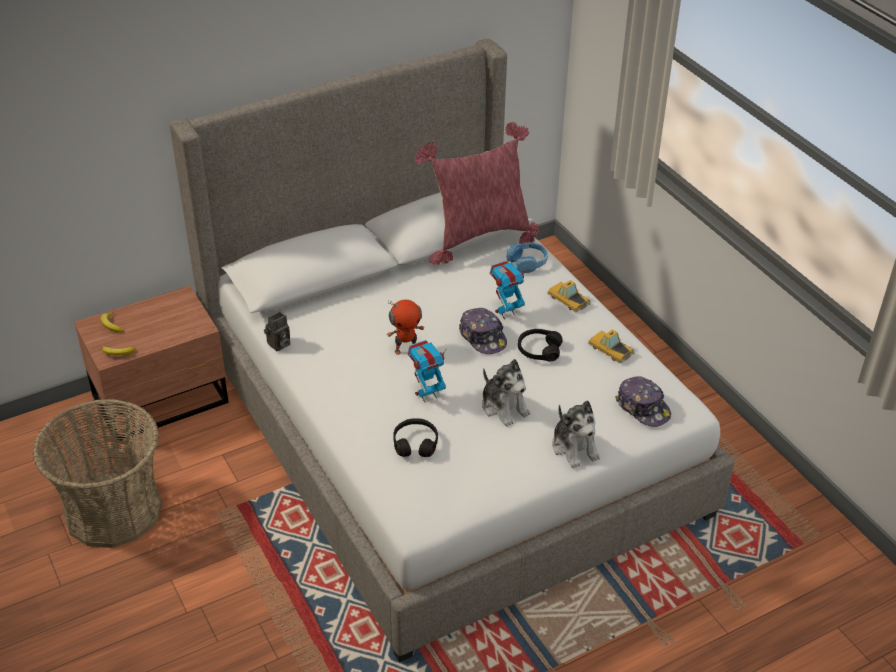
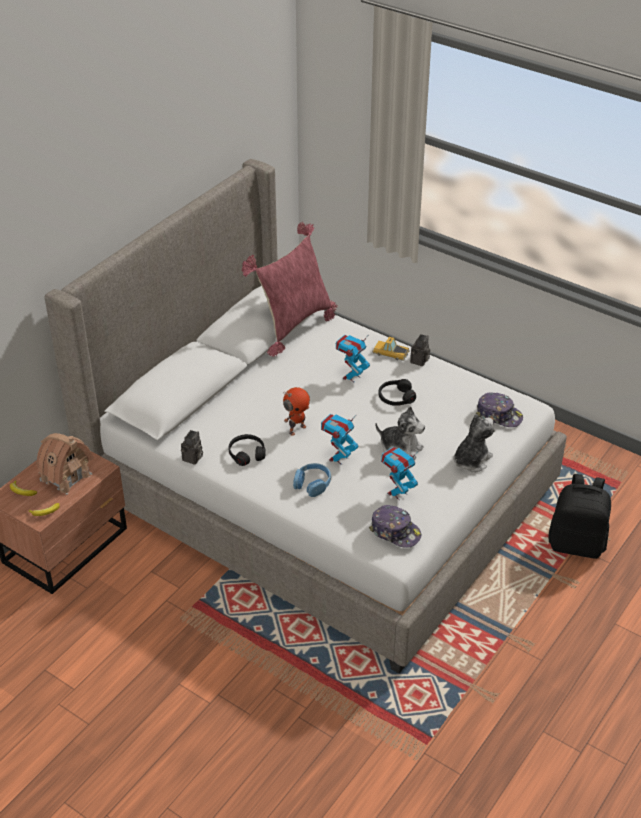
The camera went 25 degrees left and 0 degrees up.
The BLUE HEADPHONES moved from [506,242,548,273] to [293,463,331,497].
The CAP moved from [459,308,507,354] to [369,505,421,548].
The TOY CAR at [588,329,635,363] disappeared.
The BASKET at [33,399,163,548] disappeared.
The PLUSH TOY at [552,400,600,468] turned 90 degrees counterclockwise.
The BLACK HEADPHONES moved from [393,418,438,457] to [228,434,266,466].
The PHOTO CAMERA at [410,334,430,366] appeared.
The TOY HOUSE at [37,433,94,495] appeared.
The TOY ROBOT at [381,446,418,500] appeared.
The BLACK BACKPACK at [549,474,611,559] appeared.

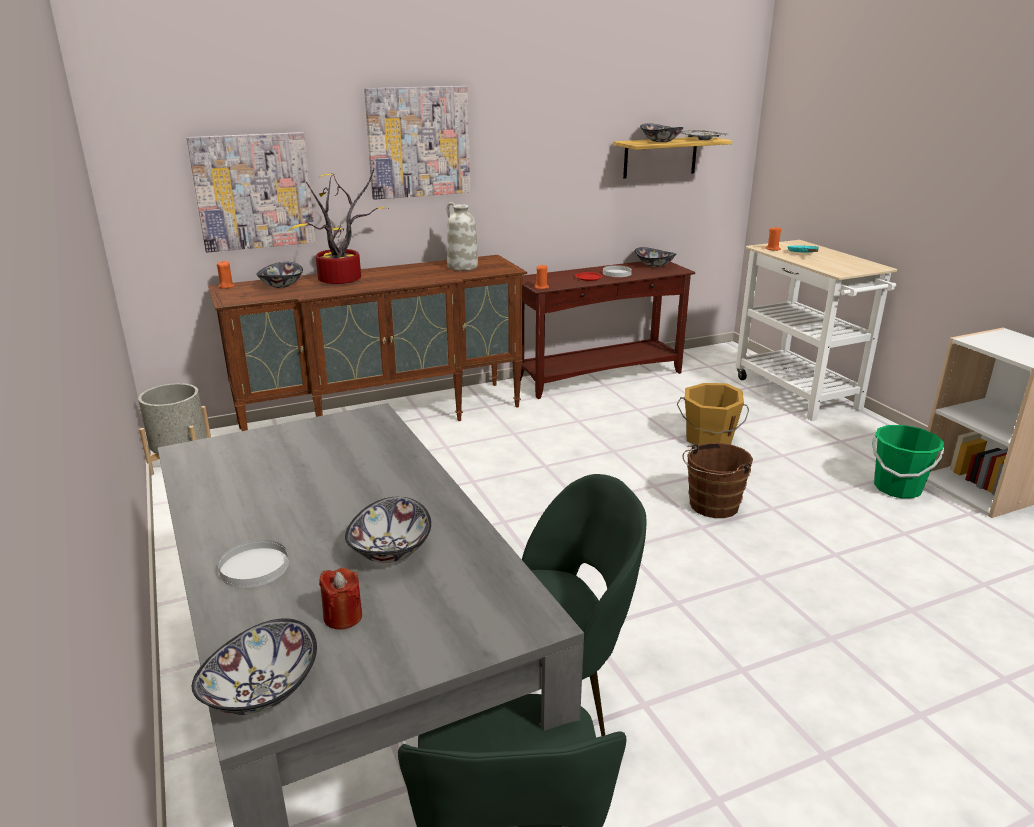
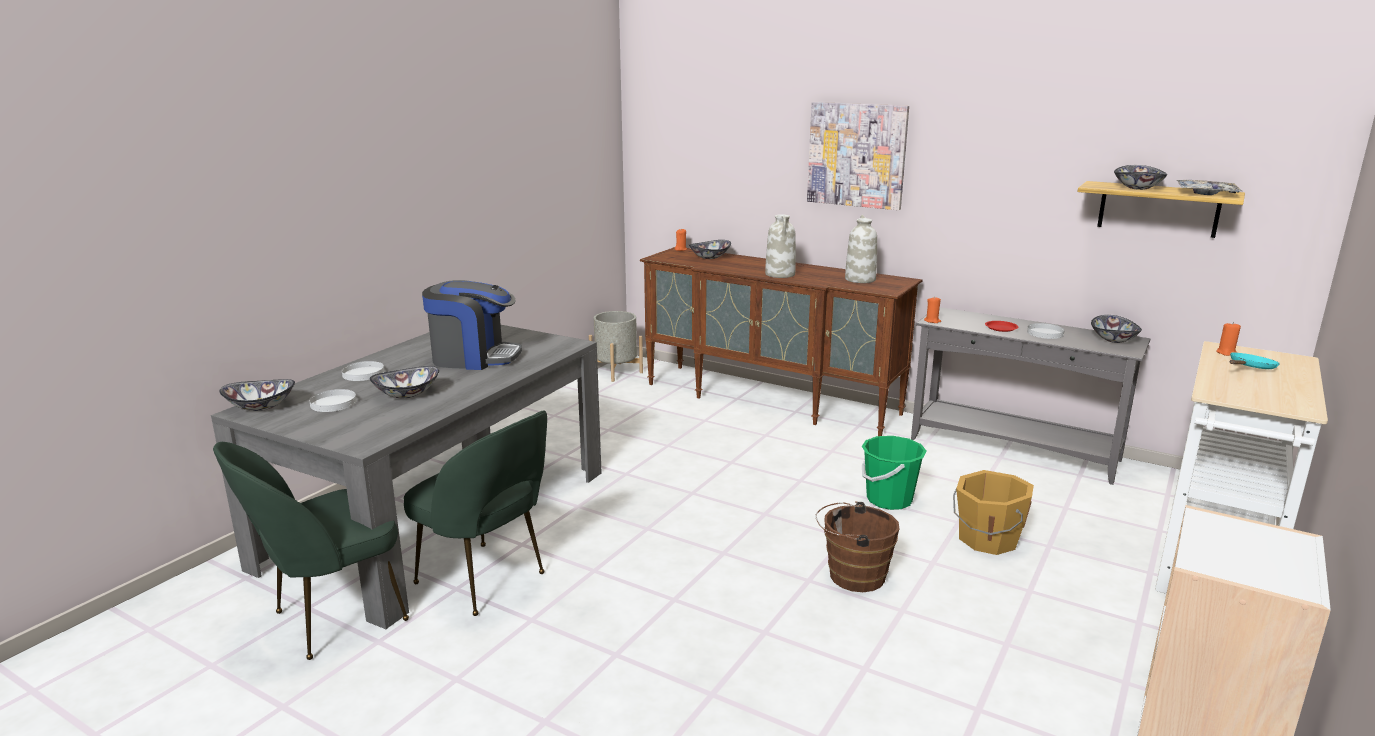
The camera went 55 degrees right and 5 degrees down.
The PICTURE at [186,132,316,253] disappeared.
The POTTED PLANT at [287,169,388,284] disappeared.
The BROWN CONSOLE TABLE at [521,262,695,399] became the GREY CONSOLE TABLE at [911,307,1150,485].
The GREEN BUCKET moved from [872,425,944,498] to [862,436,927,510].
The RED CANDLE at [319,568,362,630] was replaced by the WHITE PLATE at [309,389,357,412].
The WHITE VASE at [765,214,796,278] appeared.
The COFFEE MACHINE at [422,280,522,370] appeared.

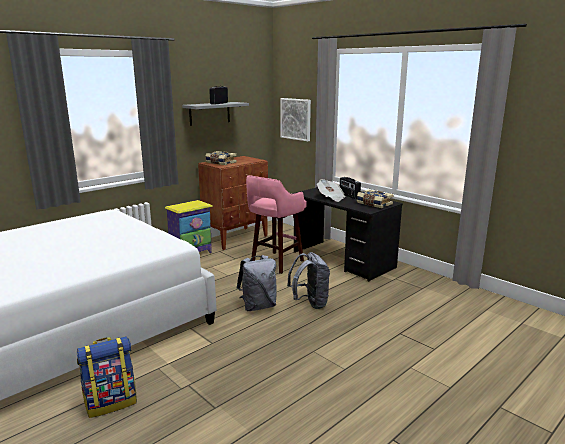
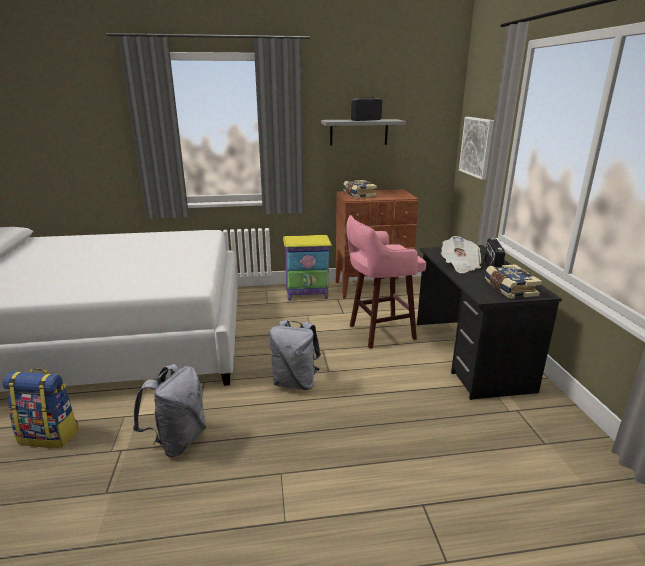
The camera went 35 degrees right and 5 degrees up.
The GREY BACKPACK moved from [287,252,330,309] to [133,364,206,457].

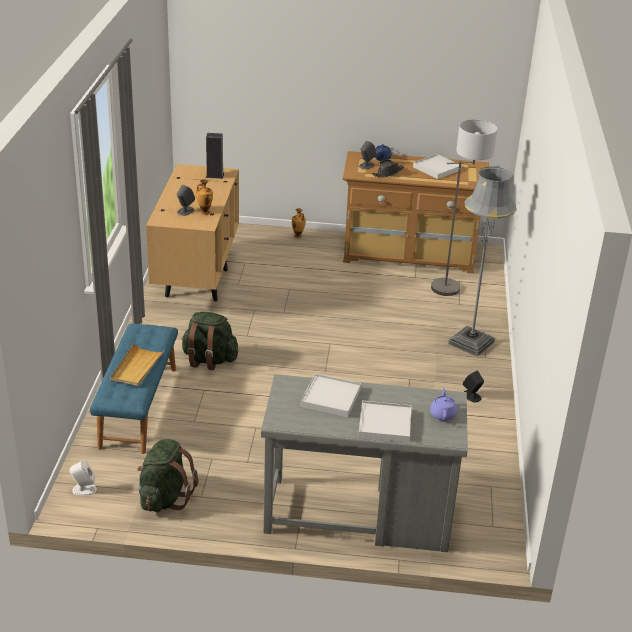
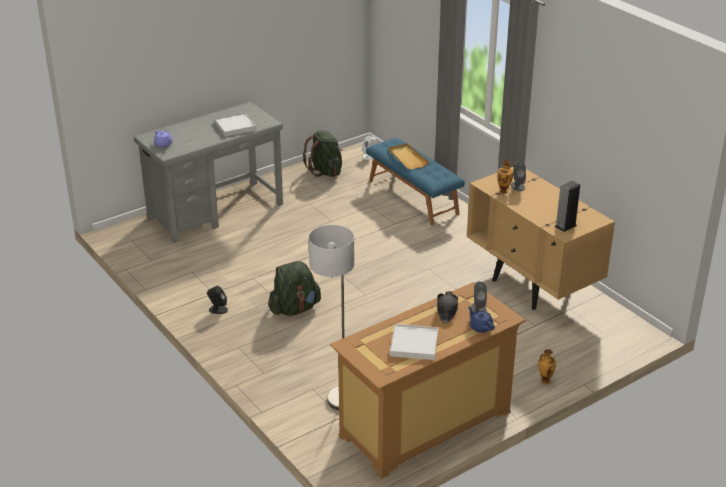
The camera went 140 degrees right and 0 degrees up.
The GREY FLOOR LAMP at [448,167,517,357] disappeared.
The GREEN BACKPACK moved from [182,312,238,370] to [268,261,321,316].
The WHITE TRAY at [358,401,412,442] disappeared.

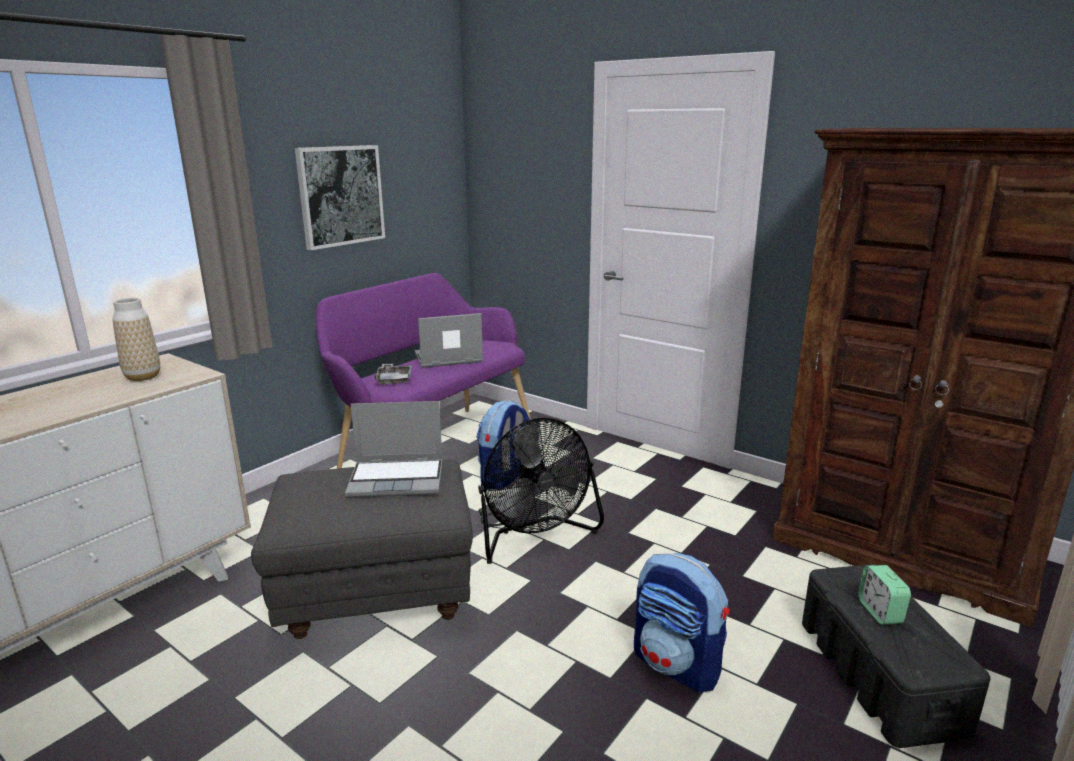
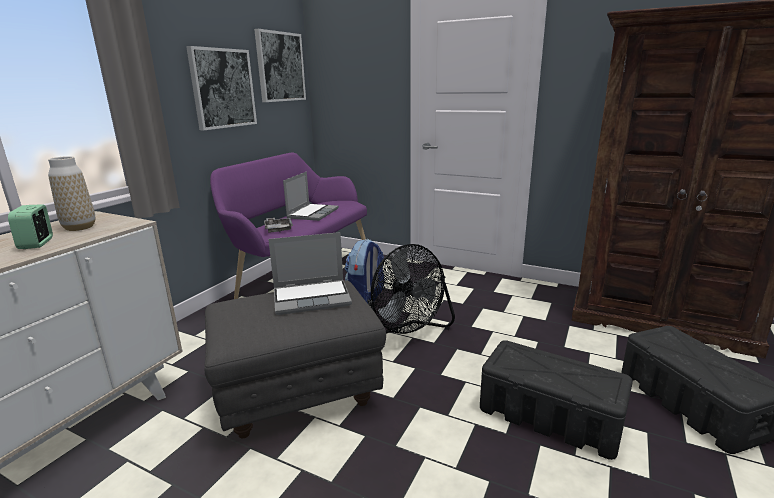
The camera went 10 degrees left and 0 degrees up.
The LAPTOP at [415,313,483,368] turned 135 degrees clockwise.
The BACKPACK at [634,553,730,693] was replaced by the BLACK STORAGE BOX at [480,340,633,460].
The ALARM CLOCK moved from [858,565,911,625] to [8,204,53,249].
The PICTURE at [254,29,306,102] appeared.

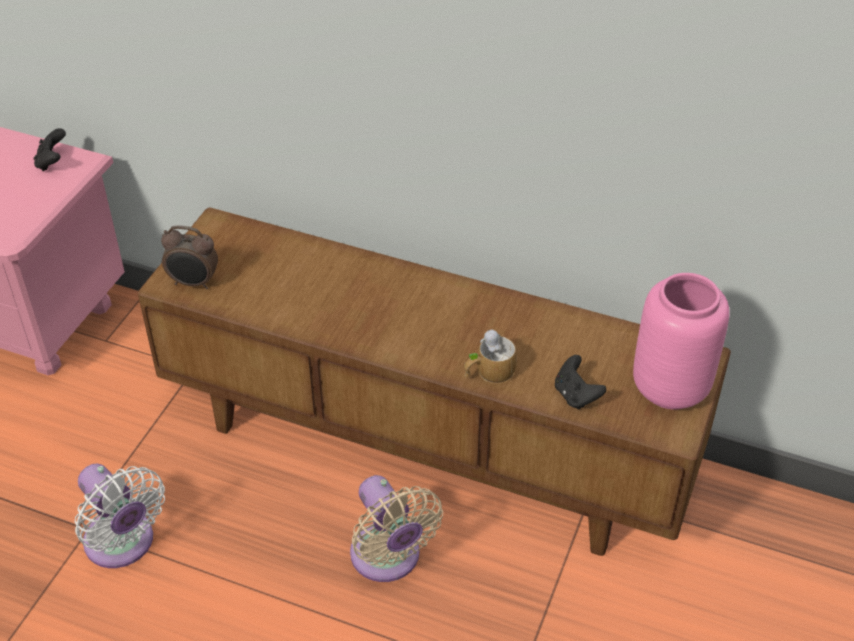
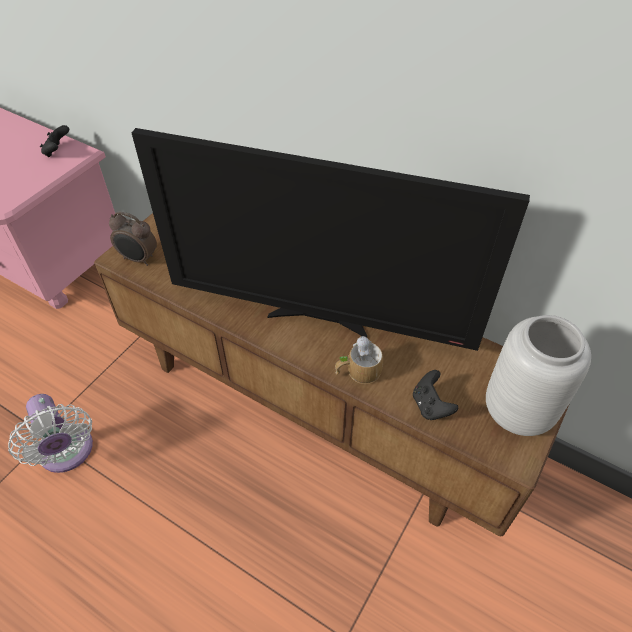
The camera went 10 degrees right and 5 degrees up.
The PINK VASE at [633,273,729,409] became the GREY VASE at [486,315,591,436].
The BEIGE FAN at [350,475,443,582] disappeared.
The TELEVISION at [132,128,530,351] appeared.

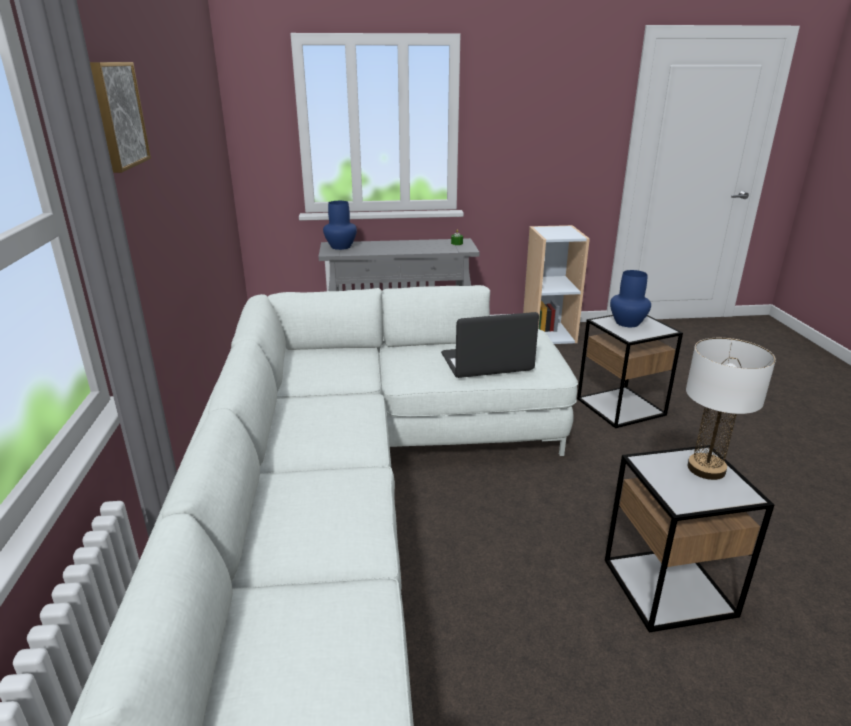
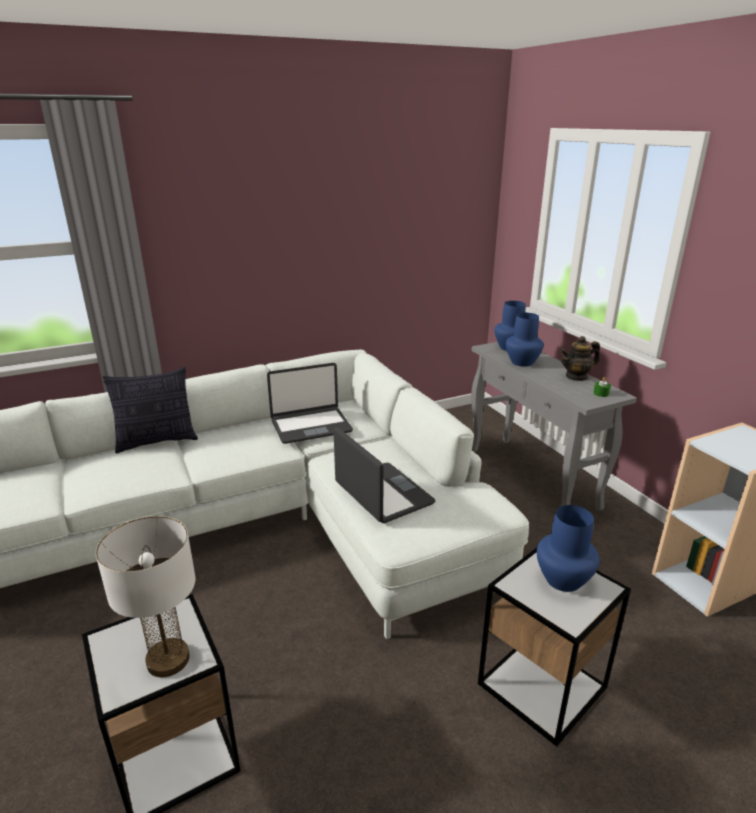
The camera went 70 degrees right and 0 degrees up.
The PICTURE at [90,62,151,173] disappeared.
The BLUE VASE at [506,313,544,367] appeared.
The TEAPOT at [560,336,600,381] appeared.
The LAPTOP at [267,363,353,444] appeared.
The PILLOW at [103,367,198,454] appeared.

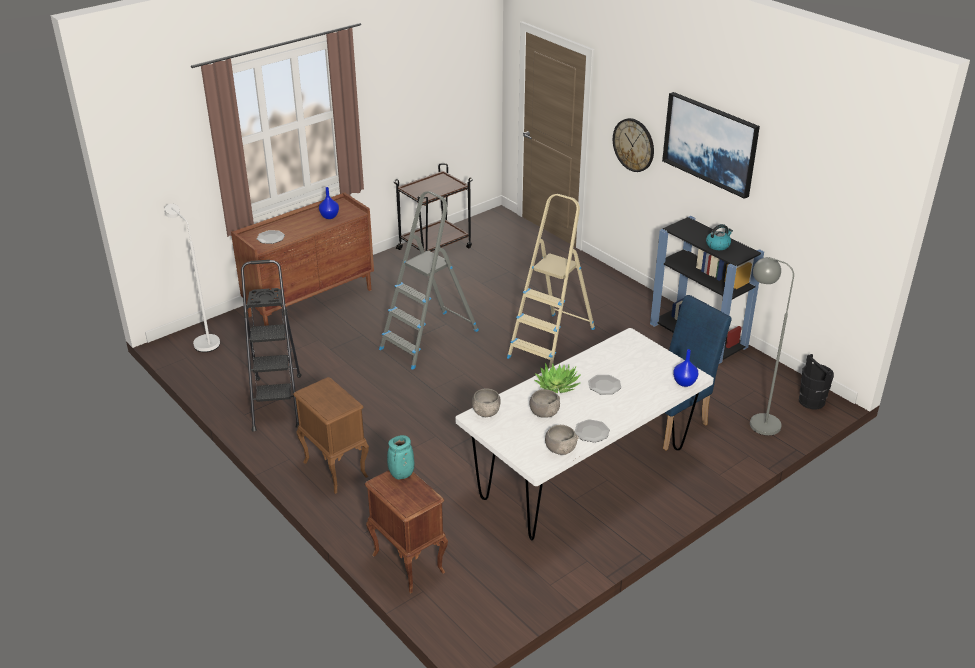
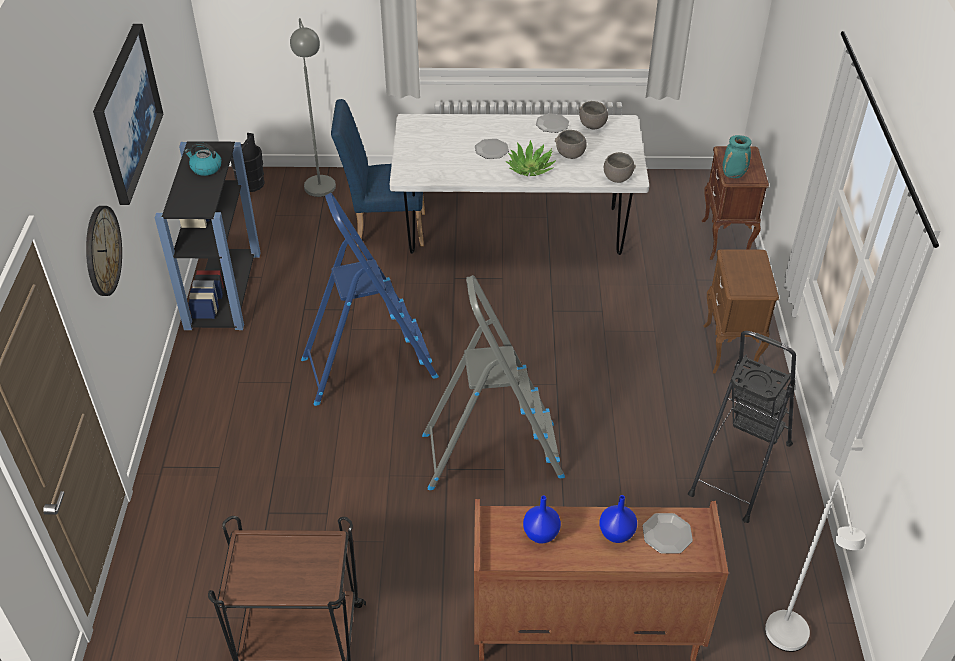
The camera went 140 degrees left and 10 degrees up.
The BEIGE STEP LADDER at [507,194,595,368] became the BLUE STEP LADDER at [301,193,439,406].
The BLUE VASE moved from [673,349,698,387] to [600,495,637,543].

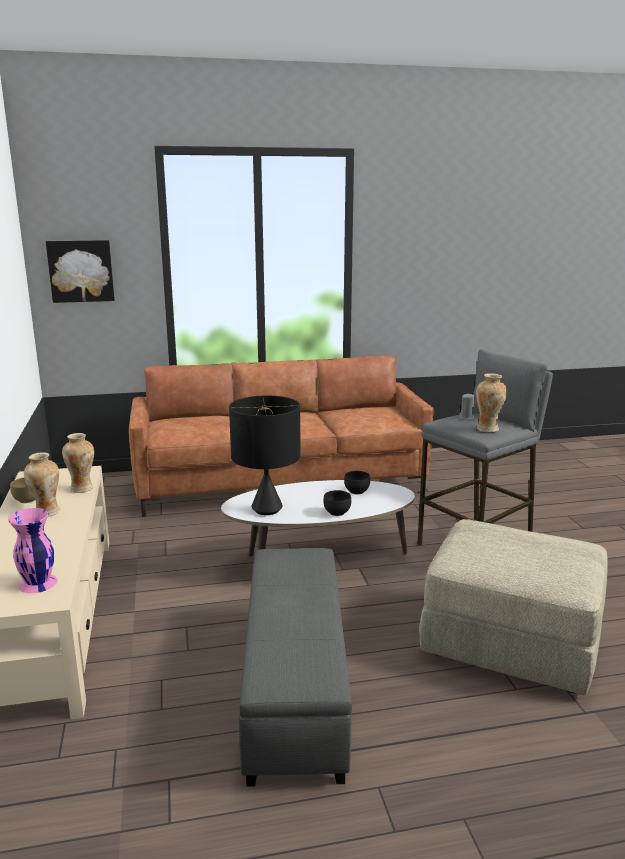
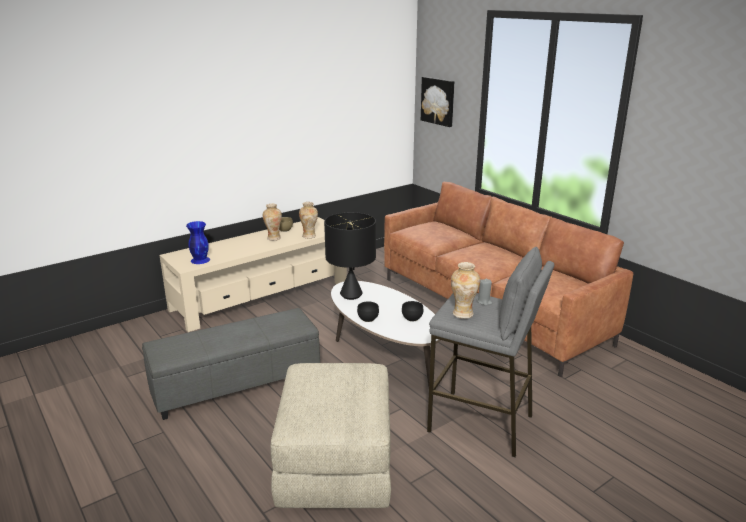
The camera went 65 degrees right and 5 degrees up.
The PINK VASE at [8,508,58,593] became the BLUE VASE at [186,221,210,264].

